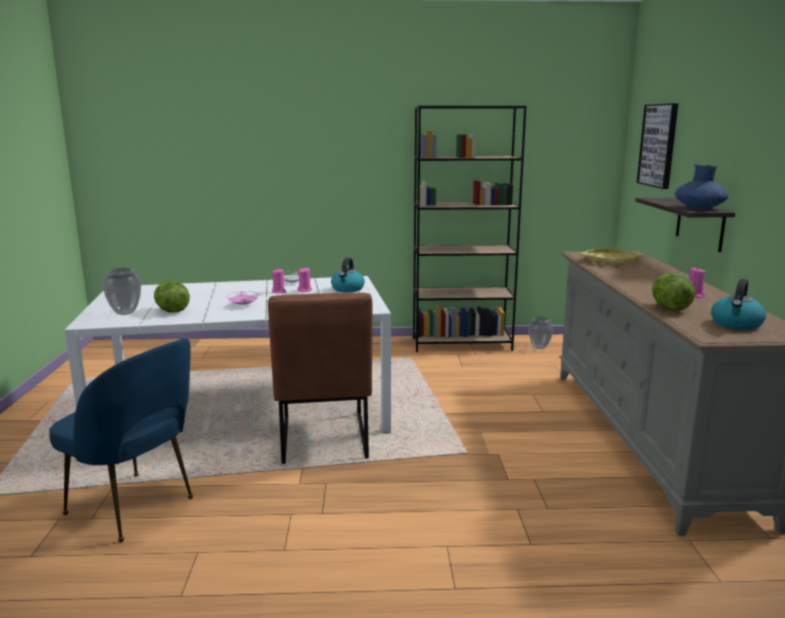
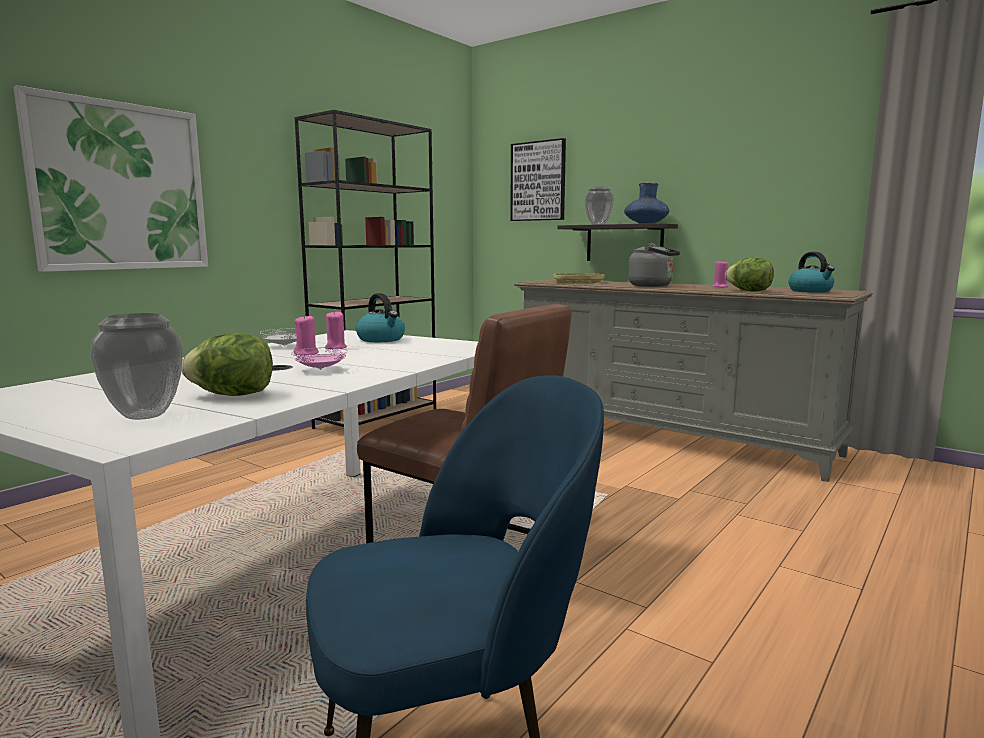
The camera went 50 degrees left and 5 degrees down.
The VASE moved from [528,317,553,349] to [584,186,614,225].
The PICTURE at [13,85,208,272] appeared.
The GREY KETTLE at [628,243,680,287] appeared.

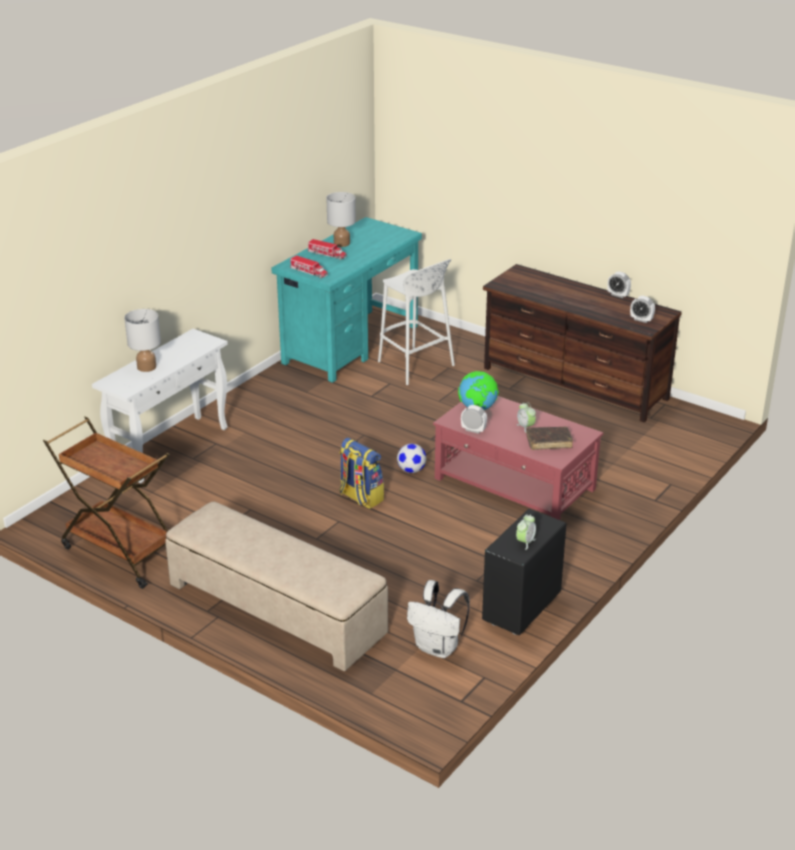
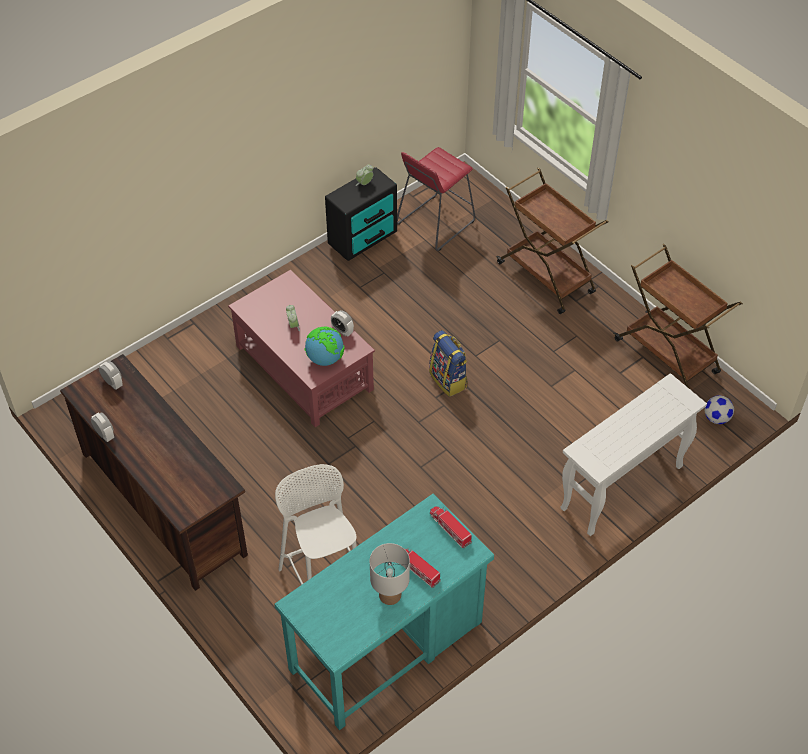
The camera went 165 degrees left and 20 degrees up.
The GREY TABLE LAMP at [124,309,161,372] disappeared.
The BROWN BOOK at [526,427,573,450] disappeared.
The FOOTBALL moved from [397,444,426,473] to [705,396,734,424].
The BEIGE BENCH at [165,502,388,671] was replaced by the BROWN CART at [496,168,609,314].
The WHITE BACKPACK at [407,580,470,658] was replaced by the RED STOOL at [397,147,475,251].

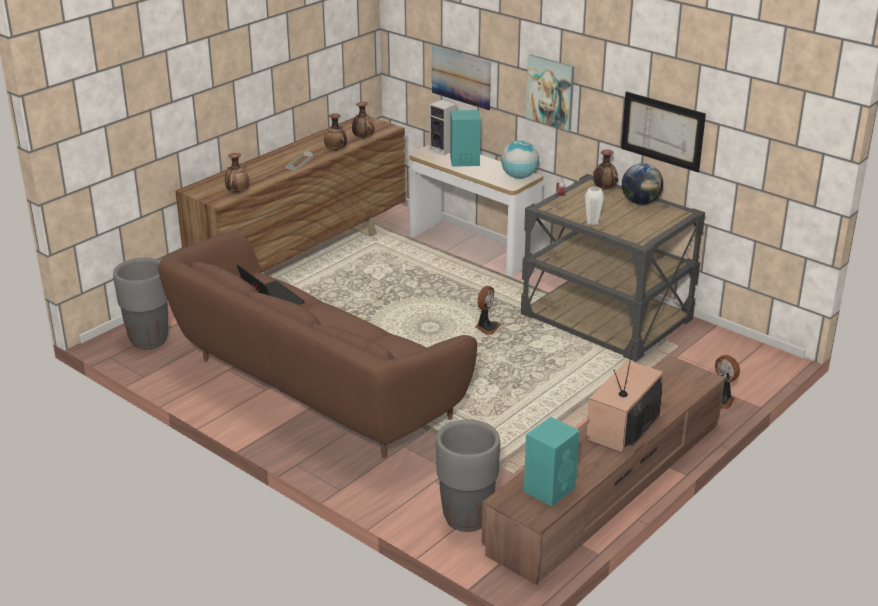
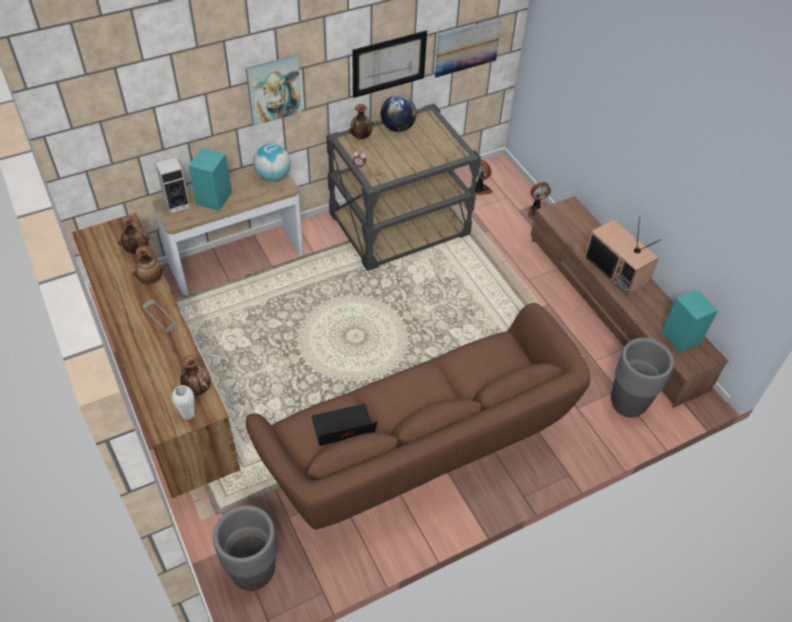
The camera went 70 degrees left and 20 degrees up.
The PICTURE moved from [432,46,491,110] to [435,18,502,78].
The WHITE VASE moved from [585,187,604,225] to [172,385,195,420].
The FAN moved from [475,286,501,335] to [475,160,493,195].

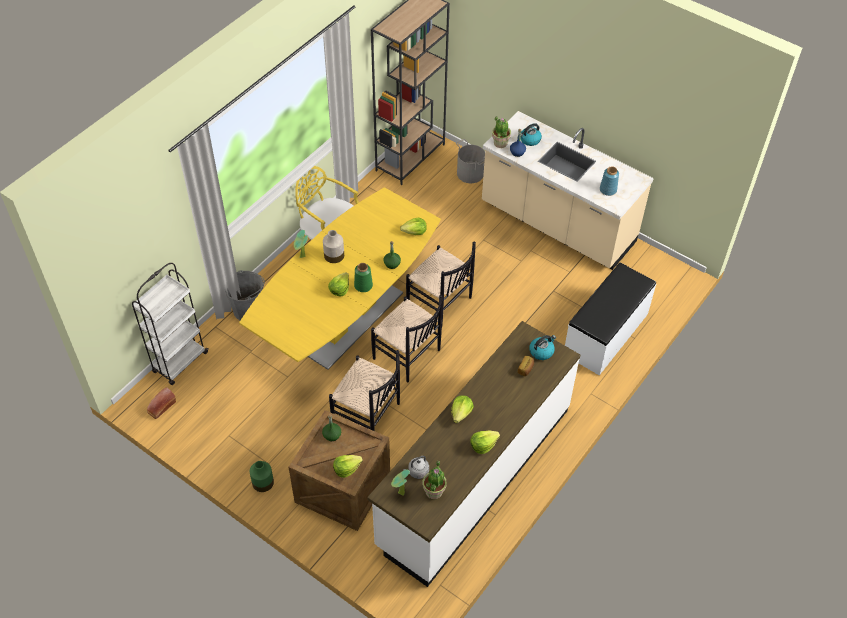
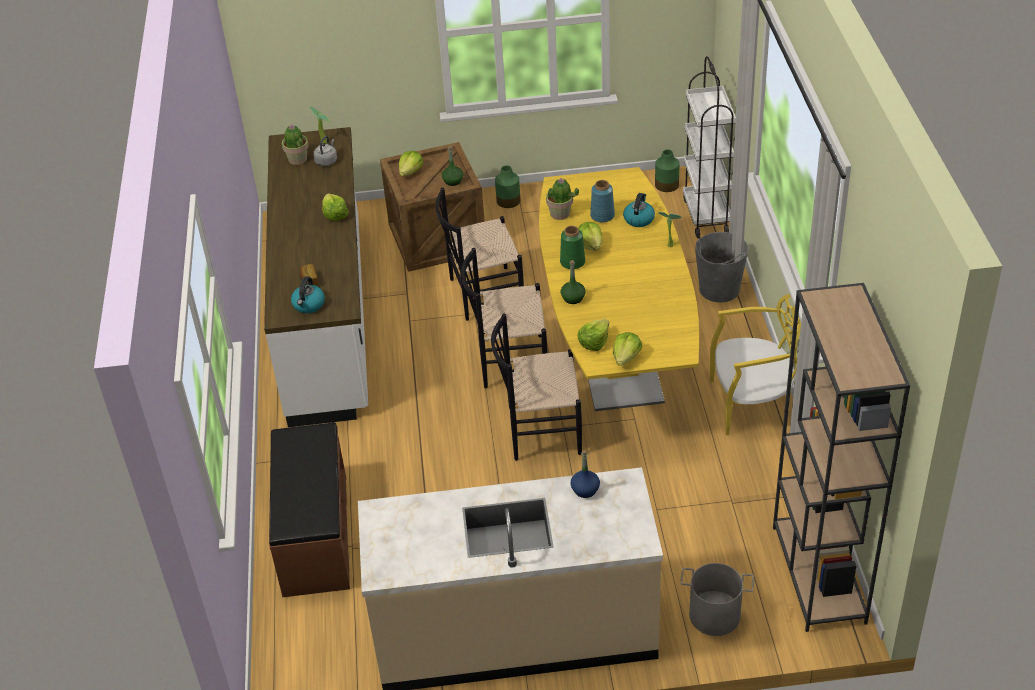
The camera went 140 degrees right and 10 degrees down.
The POTTED PLANT moved from [492,116,511,148] to [546,178,579,220].
The KETTLE moved from [521,123,542,146] to [623,193,655,227].
The BLUE VASE moved from [600,166,619,196] to [590,180,615,222].
The BEIGE VASE at [323,230,344,263] disappeared.
The WHITE BENCH at [565,263,656,375] became the BROWN BENCH at [269,422,350,597].
The BREAD at [147,387,176,419] was replaced by the GREEN VASE at [655,149,680,192].
The LETTUCE moved from [470,430,500,454] to [613,332,642,366].

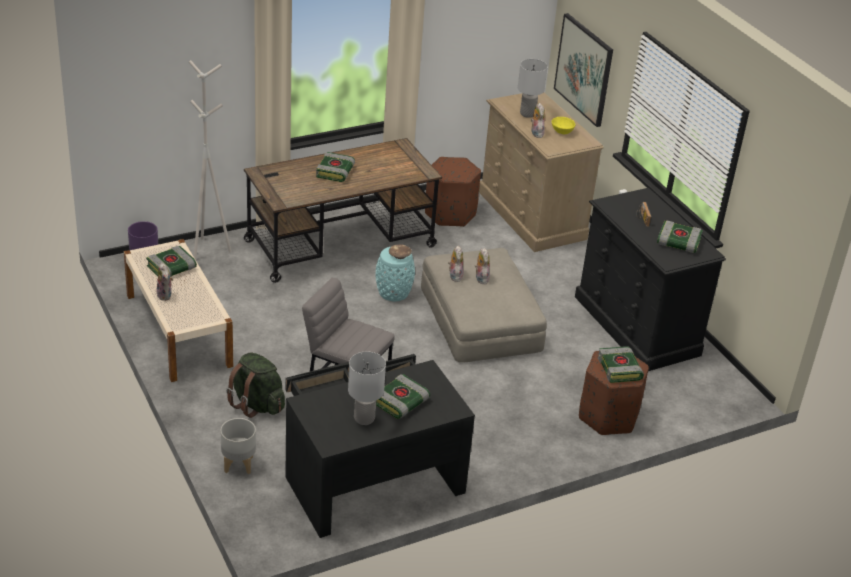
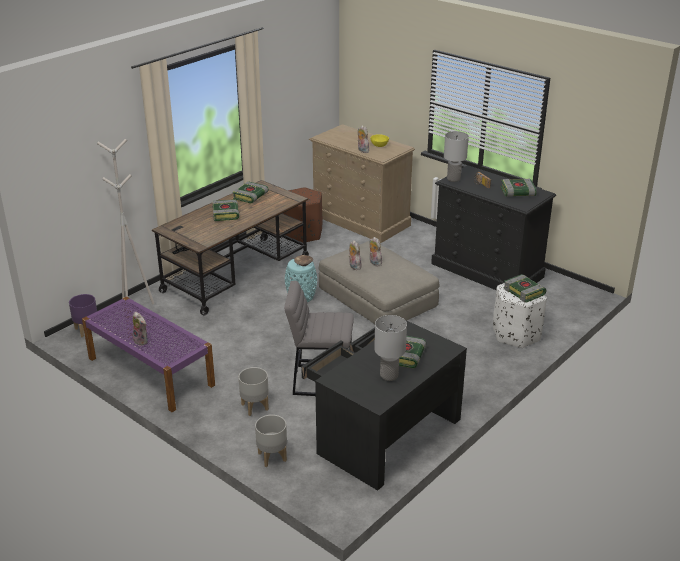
The camera went 20 degrees left and 5 degrees down.
The PICTURE at [554,13,613,127] disappeared.
The GREY TABLE LAMP moved from [518,59,548,118] to [444,131,469,182].
The BEIGE BENCH at [124,239,233,382] became the PURPLE BENCH at [82,296,215,412].
The BOOK moved from [146,246,197,276] to [233,181,269,203].
The BROWN OTTOMAN at [579,351,649,435] became the WHITE OTTOMAN at [493,283,547,348].
The GREEN BACKPACK at [226,352,285,418] was replaced by the GREY PLANTER at [239,367,269,416].

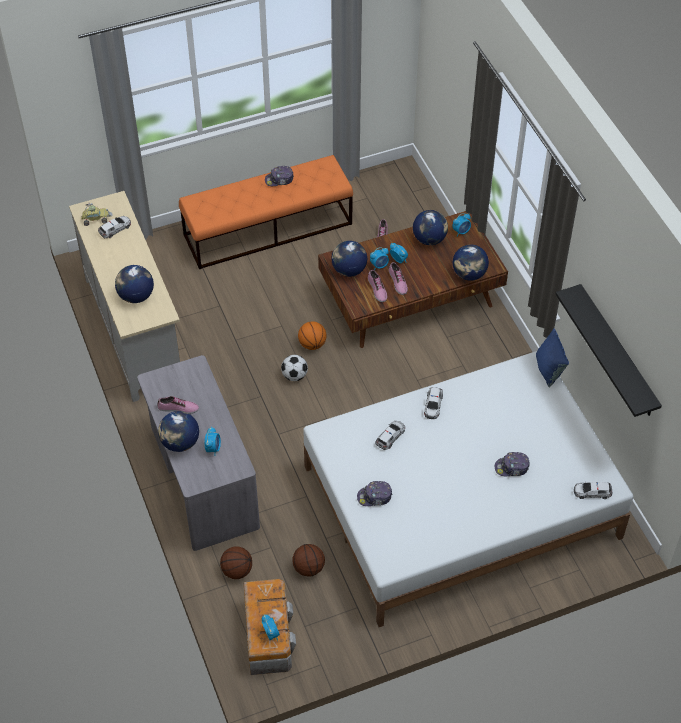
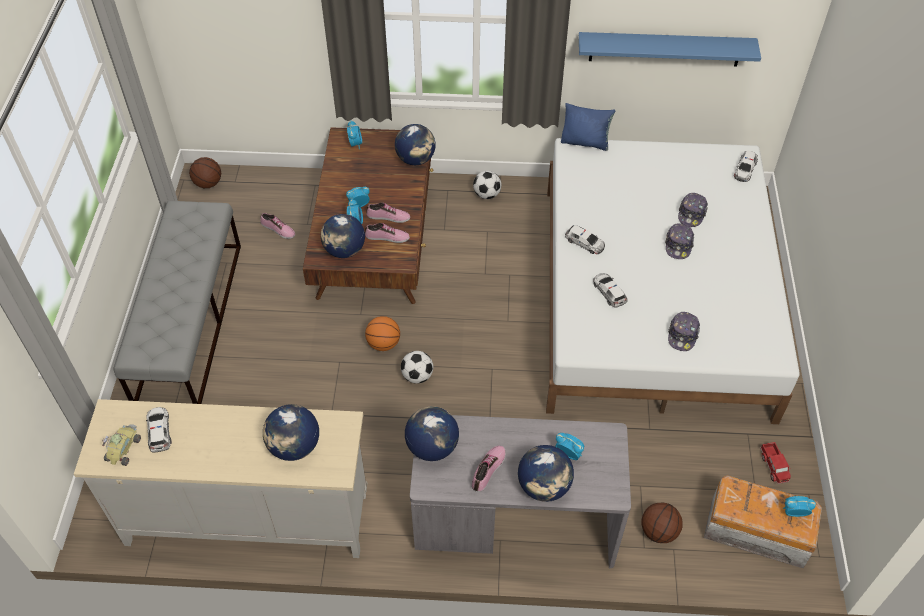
The camera went 65 degrees left and 0 degrees up.
The ORANGE BENCH at [179,155,353,269] became the GREY BENCH at [113,201,241,404].
The CAP moved from [265,166,294,186] to [665,224,694,259].
The GLOBE moved from [413,210,448,245] to [405,406,459,461].
The BLACK SHELF at [555,284,662,417] became the BLUE SHELF at [579,32,761,66].
The BASKETBALL moved from [292,544,325,577] to [189,157,221,188].
The FOOTBALL at [473,171,502,199] appeared.
The TOY TRUCK at [760,442,791,484] appeared.

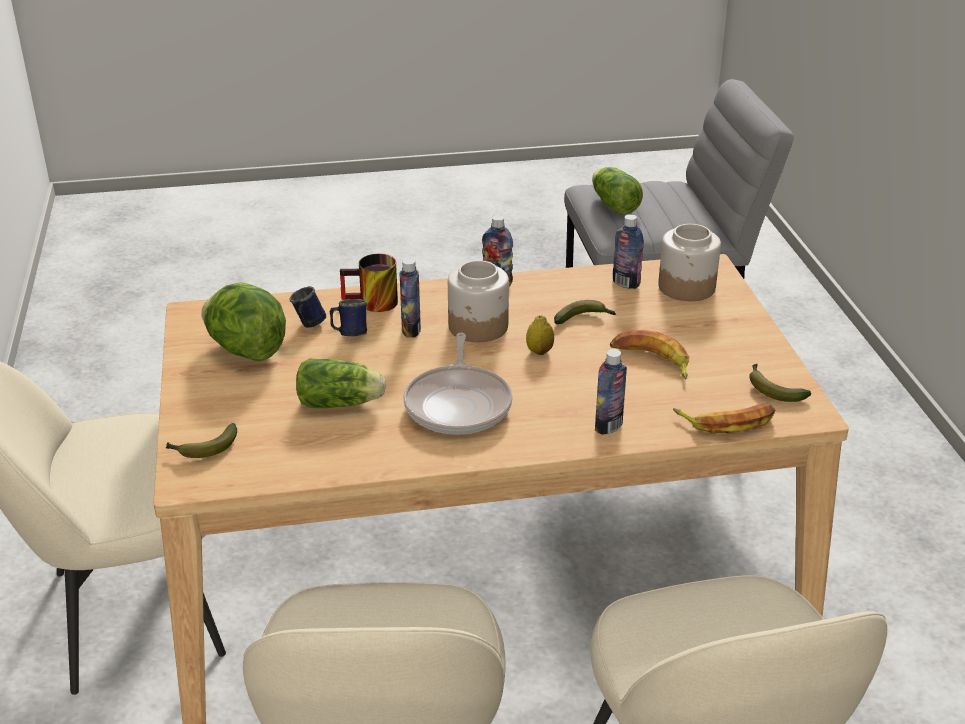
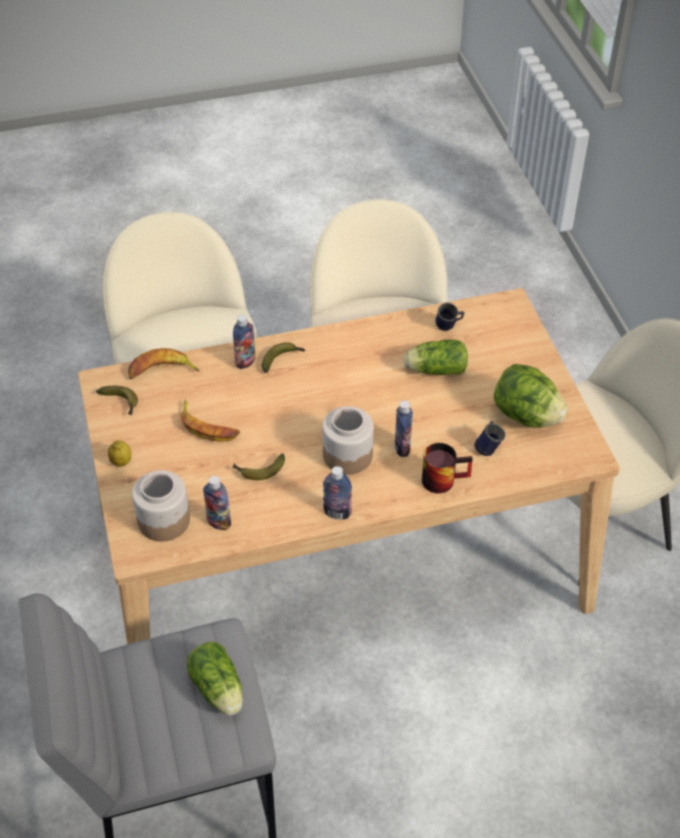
The camera went 175 degrees right and 15 degrees up.
The BLUE MUG moved from [330,299,367,336] to [435,302,464,331].
The LEMON moved from [526,315,554,355] to [108,440,131,467].
The FRYING PAN at [403,333,513,435] disappeared.
The BANANA moved from [166,423,237,458] to [262,342,305,373].

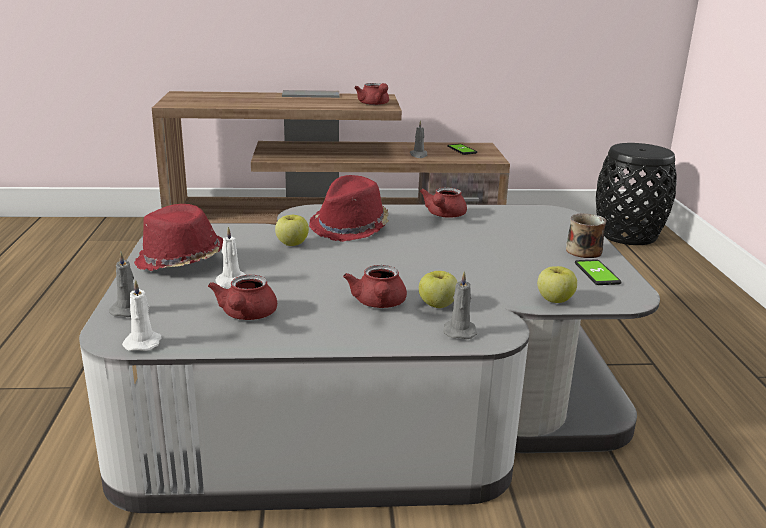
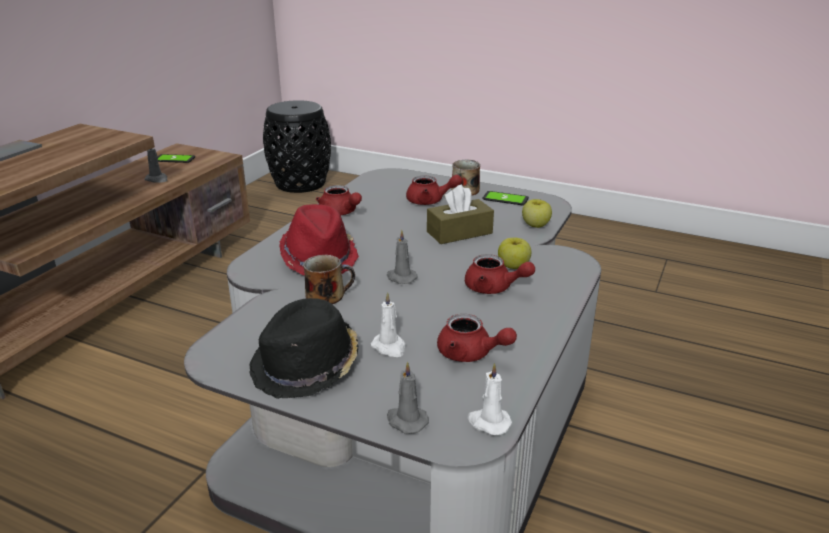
The camera went 60 degrees left and 5 degrees up.
The RED TEAPOT moved from [354,83,389,105] to [406,175,462,205].
The RED HAT at [135,204,223,271] became the BLACK HAT at [249,298,359,399].
The APPLE at [275,215,309,246] was replaced by the MUG at [303,255,355,304].
The GREY CANDLE moved from [443,271,477,339] to [387,229,418,284].
The BROWN TISSUE BOX at [427,185,494,244] appeared.

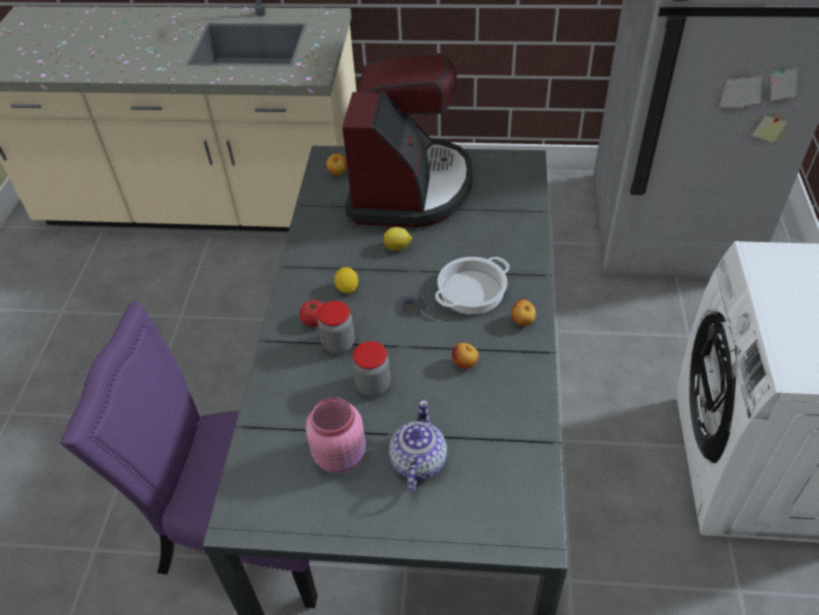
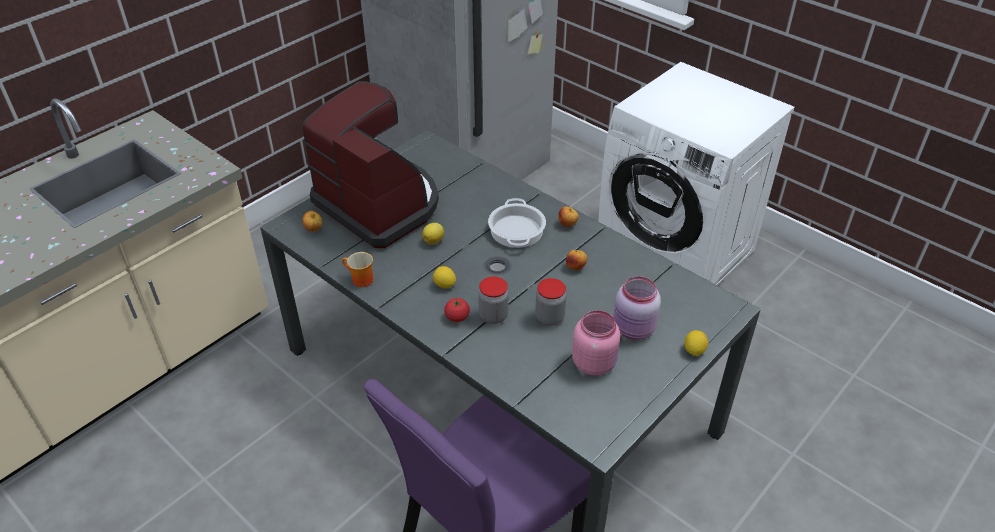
The camera went 55 degrees left and 5 degrees down.
The TEAPOT at [389,400,447,493] was replaced by the PINK JAR at [613,276,661,340].
The MUG at [342,252,373,287] appeared.
The LEMON at [684,330,708,356] appeared.

